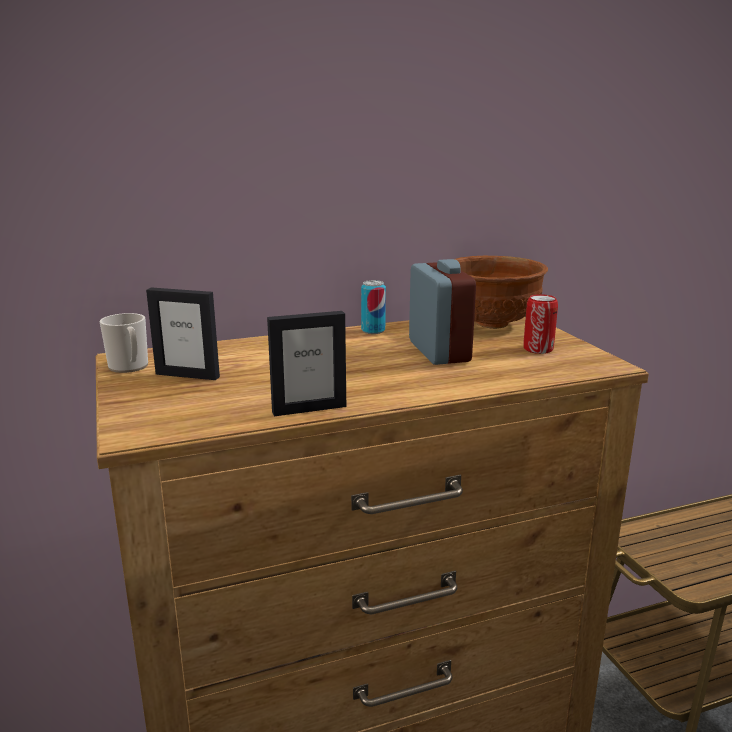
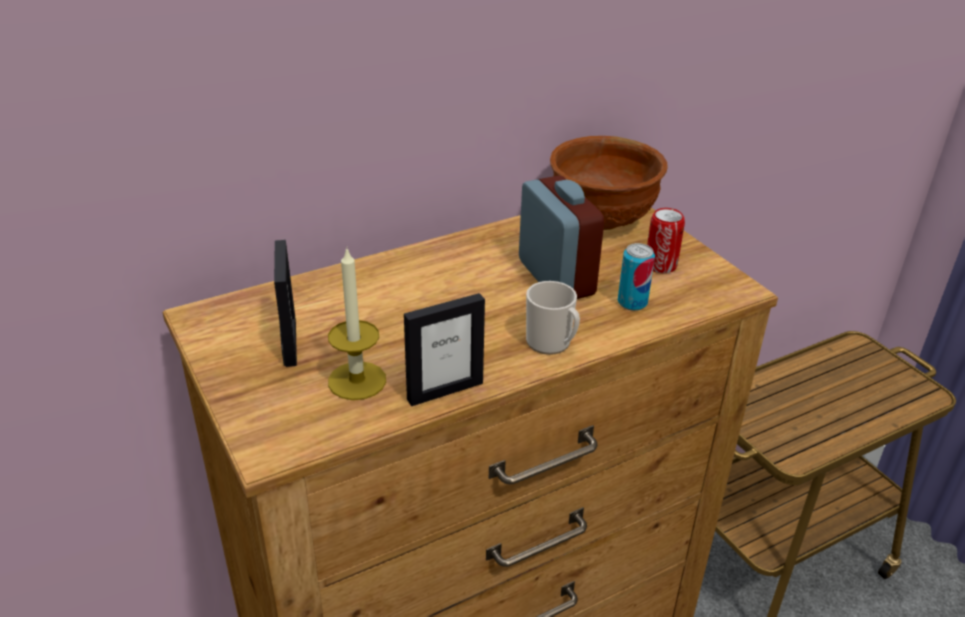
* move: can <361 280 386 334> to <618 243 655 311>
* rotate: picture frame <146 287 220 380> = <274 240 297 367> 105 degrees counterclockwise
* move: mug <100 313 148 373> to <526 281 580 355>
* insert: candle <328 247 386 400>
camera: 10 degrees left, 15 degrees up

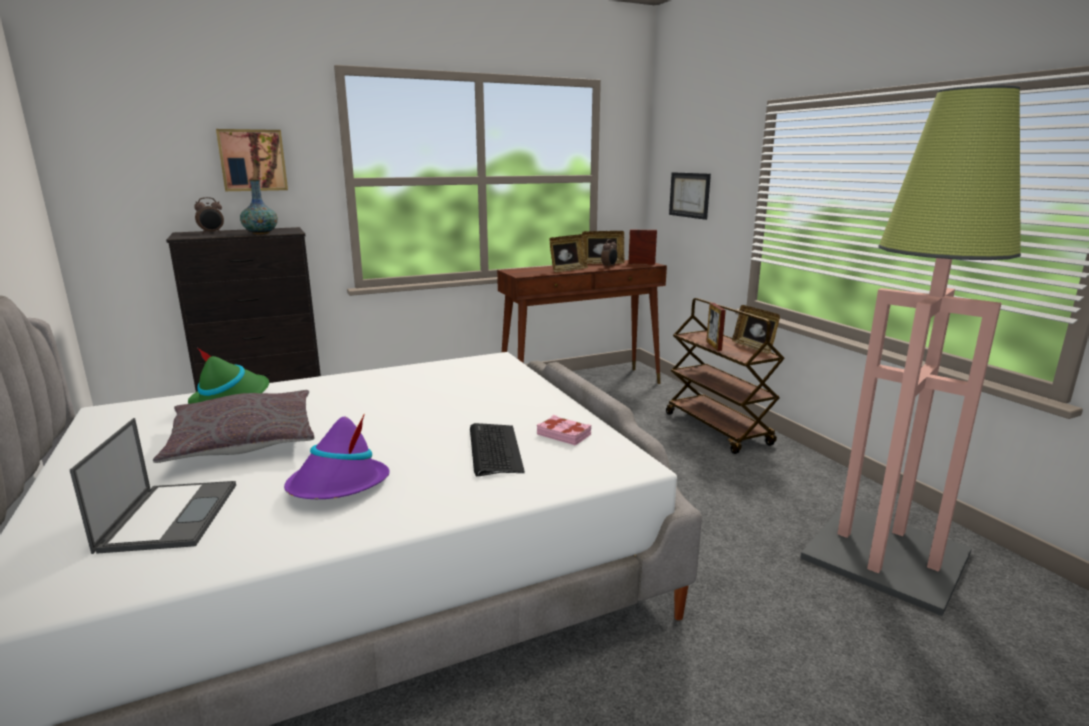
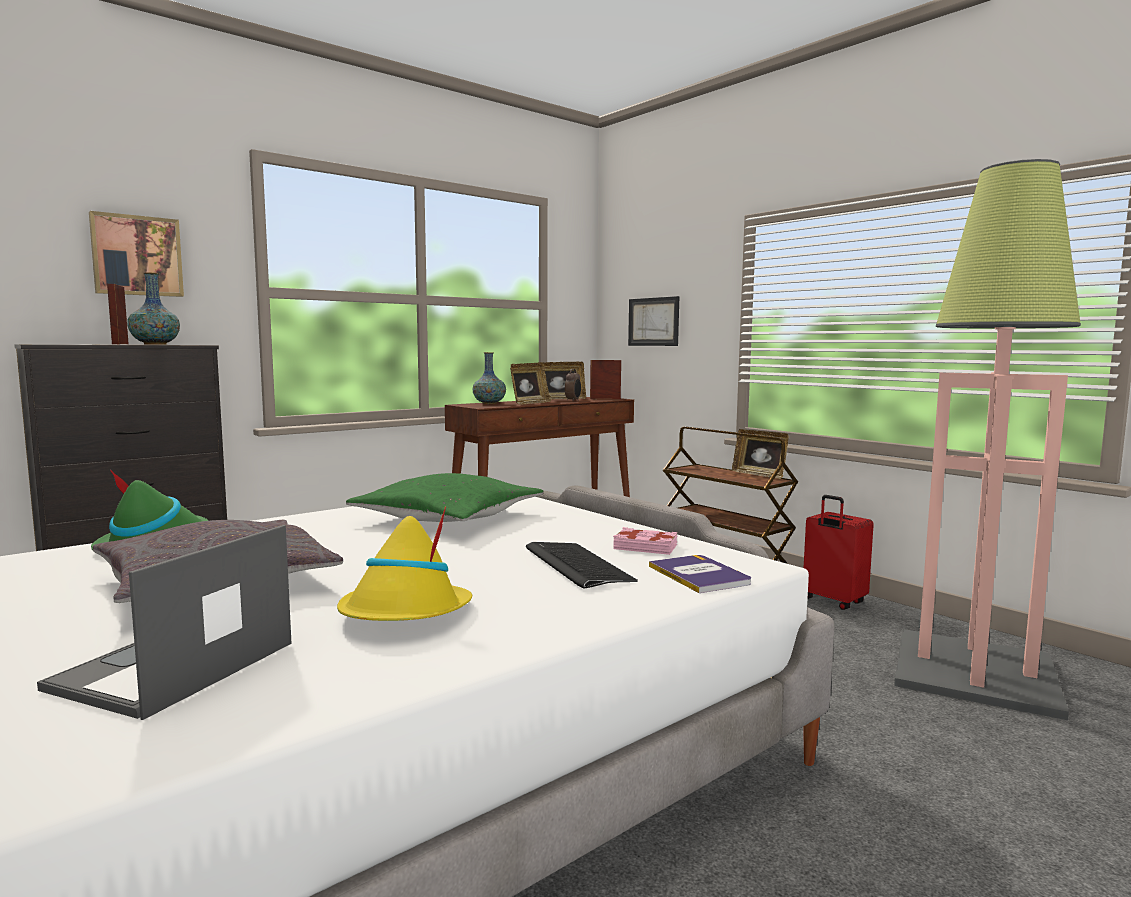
* delete: alarm clock <194 197 224 233>
* move: picture frame <706 303 726 351> to <107 284 129 344>
* recolor: hat in purple <284 414 390 499> to hat in yellow <337 507 472 621>
* rotate: laptop <70 418 236 554> = <37 525 292 720> 135 degrees counterclockwise
* insert: vase <472 352 506 404>
* insert: pillow in green <346 473 543 522>
* insert: suitcase in red <804 495 874 610>
* insert: book <649 555 751 593>
camera: 15 degrees left, 10 degrees down

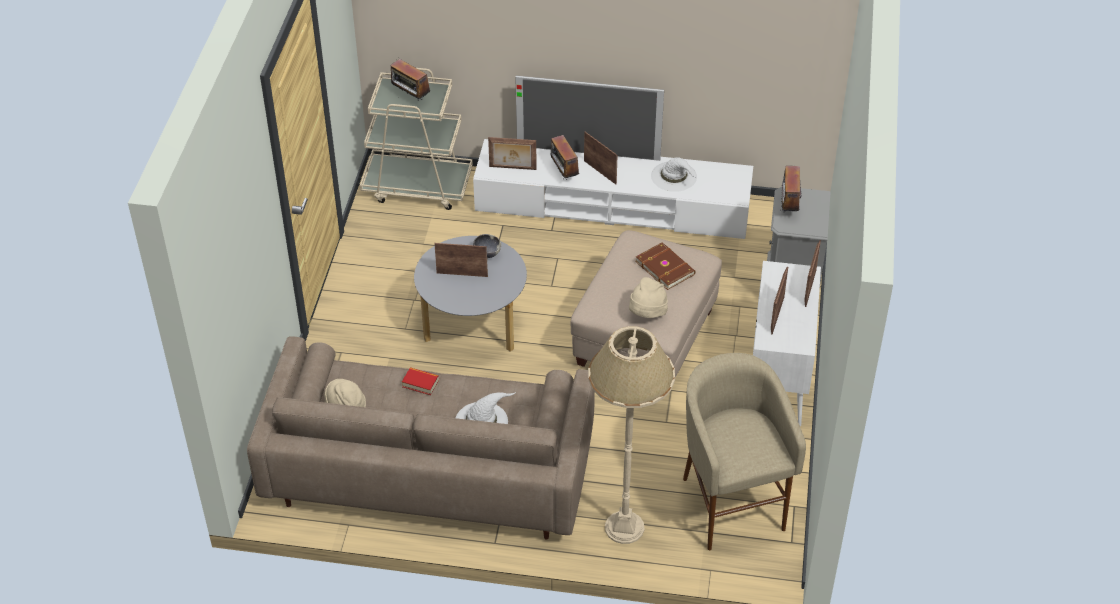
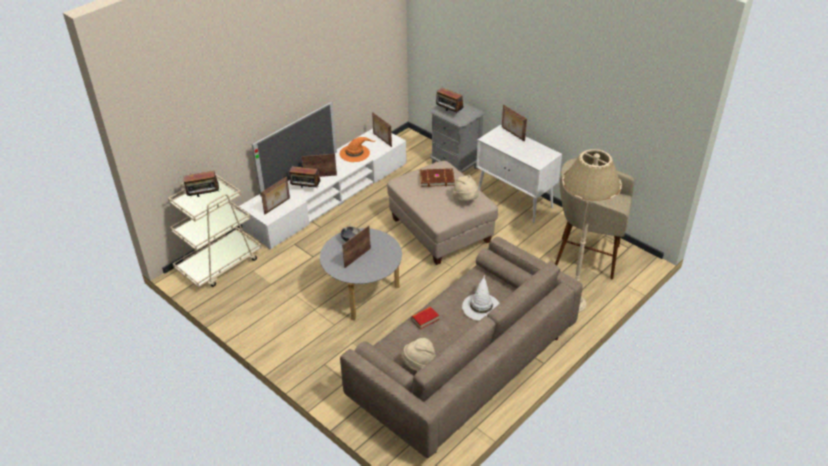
* recolor: hat in white <651 157 697 192> to hat in orange <340 137 375 162>
* move: picture frame <771 267 788 335> to <372 112 392 147>
camera: 55 degrees left, 5 degrees down

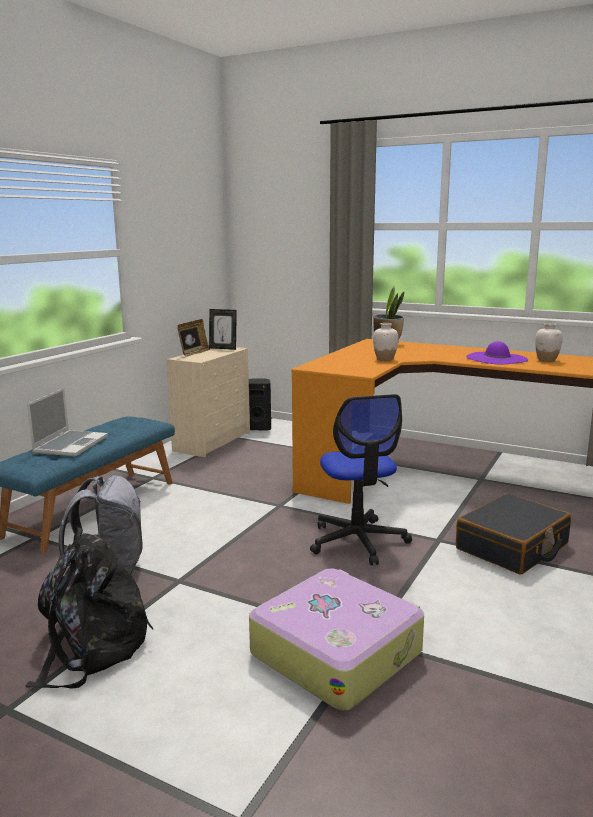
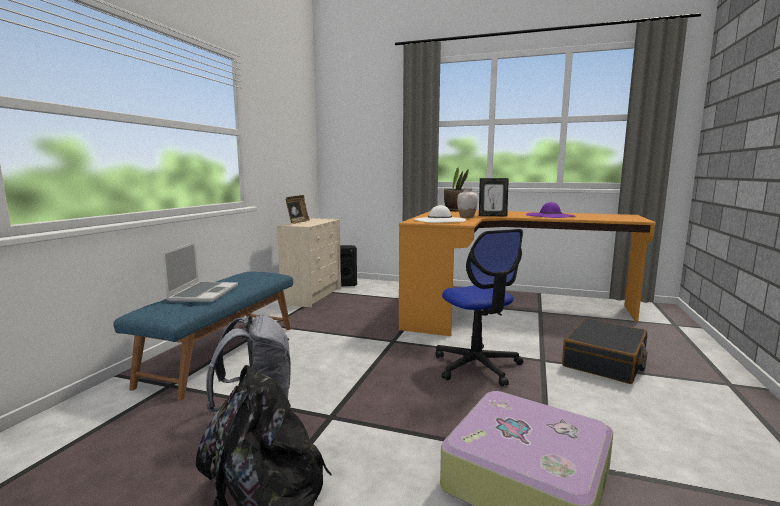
* move: picture frame <209 309 237 350> to <479 178 509 216>
* delete: vase in white <535 323 563 362>
* insert: hat in white <414 205 466 223>
camera: 10 degrees left, 5 degrees down

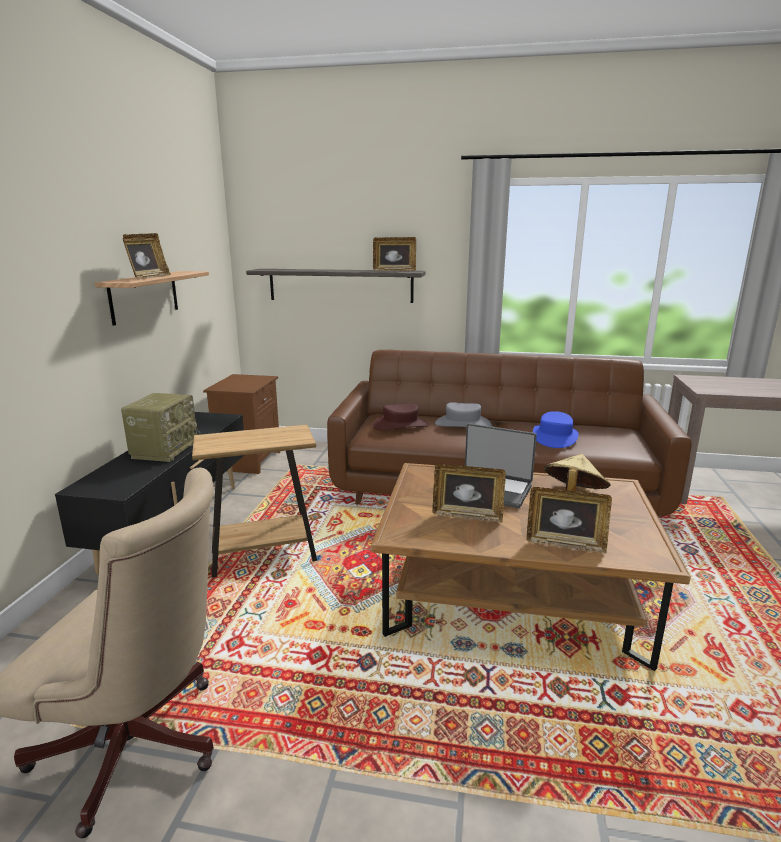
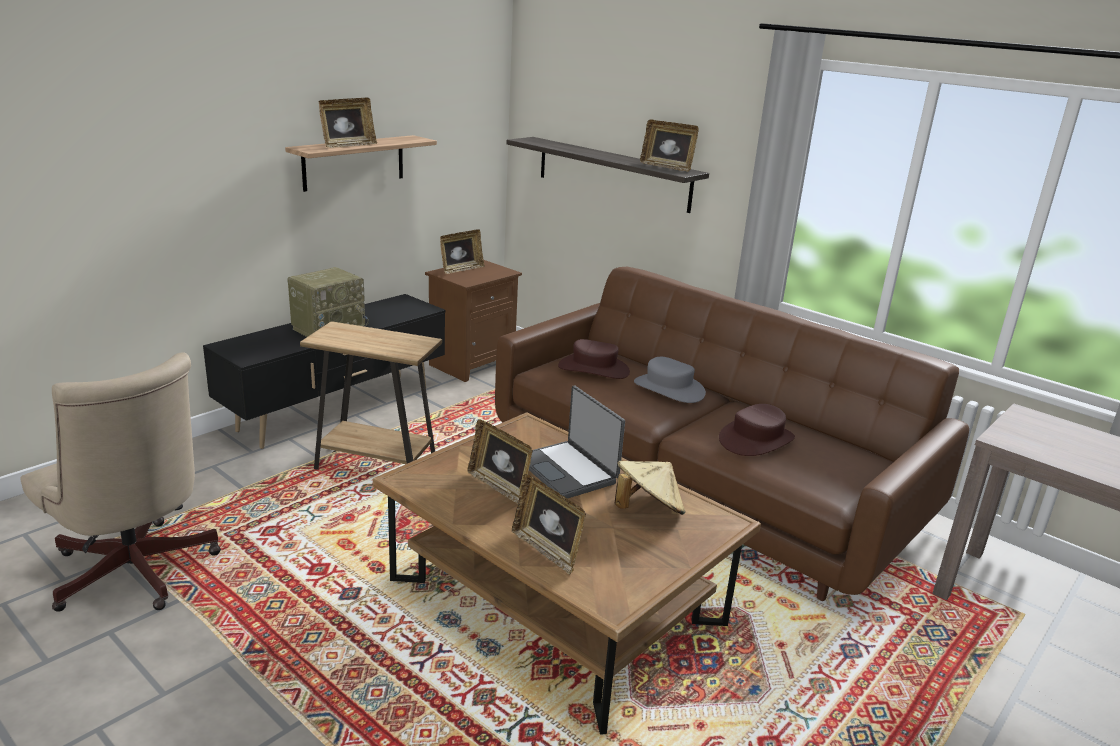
* recolor: hat in blue <533 411 579 448> to hat in brown <719 404 795 456>
* insert: picture frame <440 229 485 274>
camera: 30 degrees right, 5 degrees up

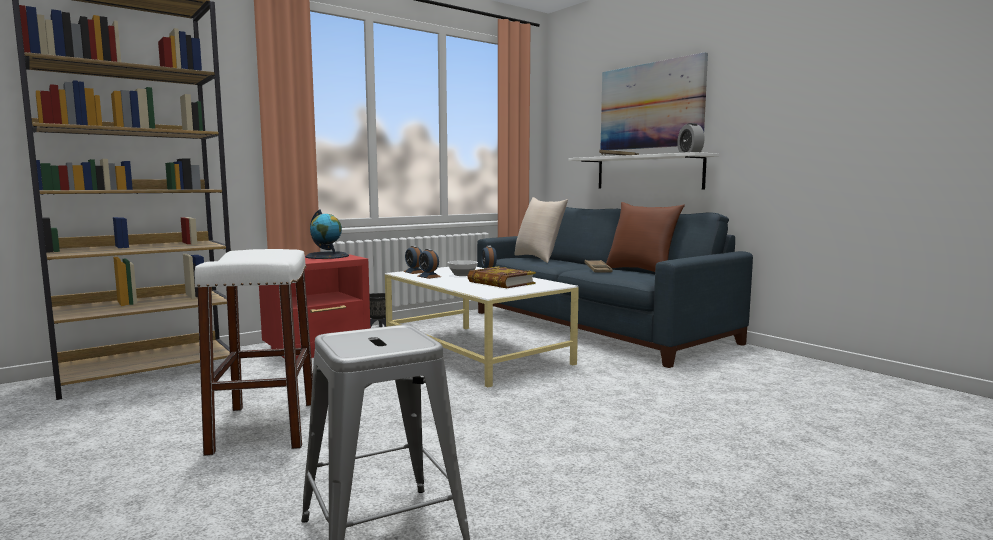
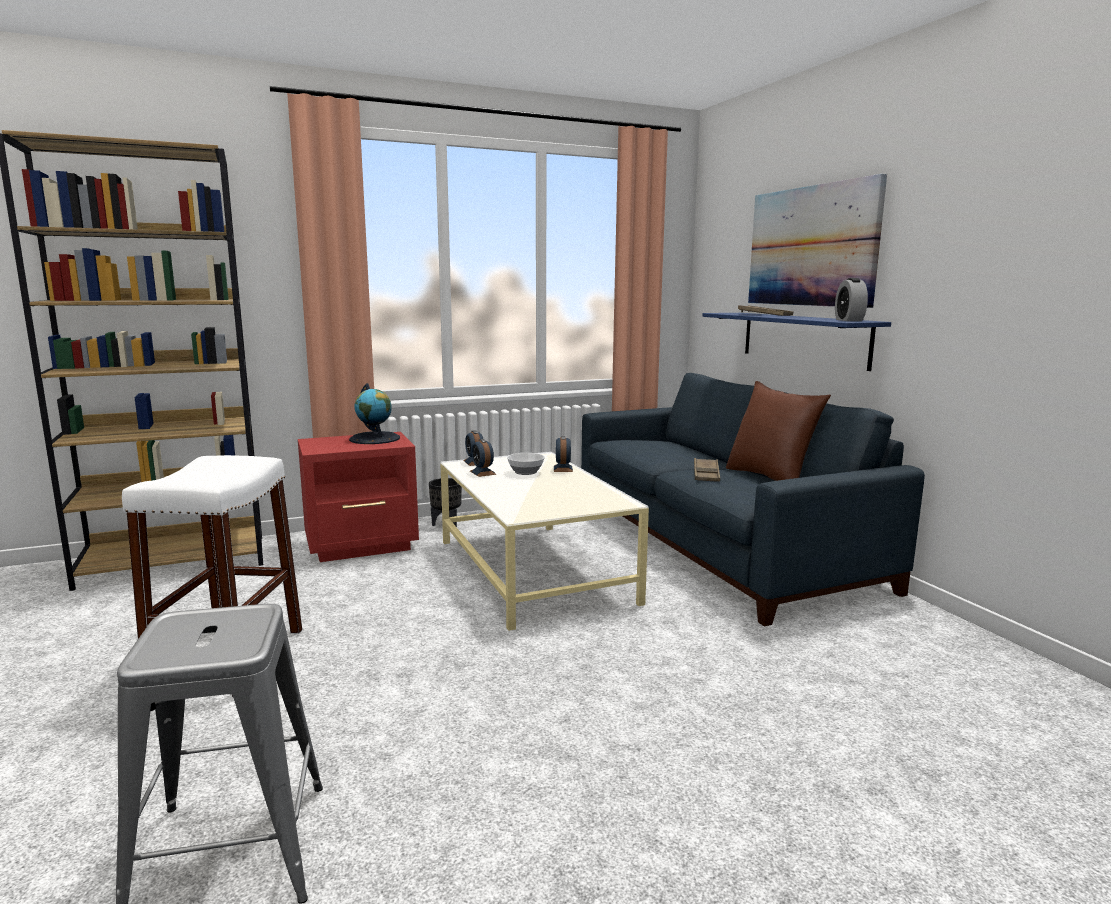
* recolor: shelf in white <568 152 718 189> to shelf in blue <702 313 891 371>
* delete: pillow in beige <514 197 568 263>
* delete: book <467 267 536 288>
camera: 15 degrees right, 5 degrees up

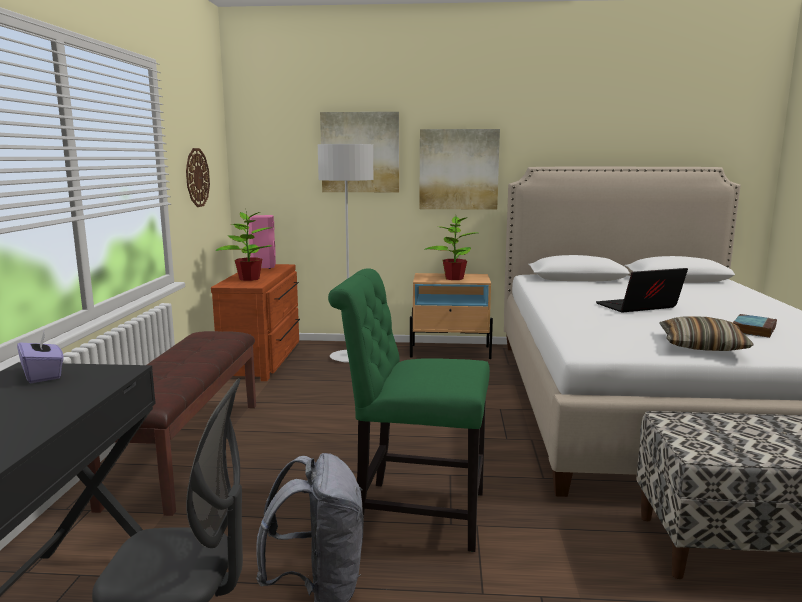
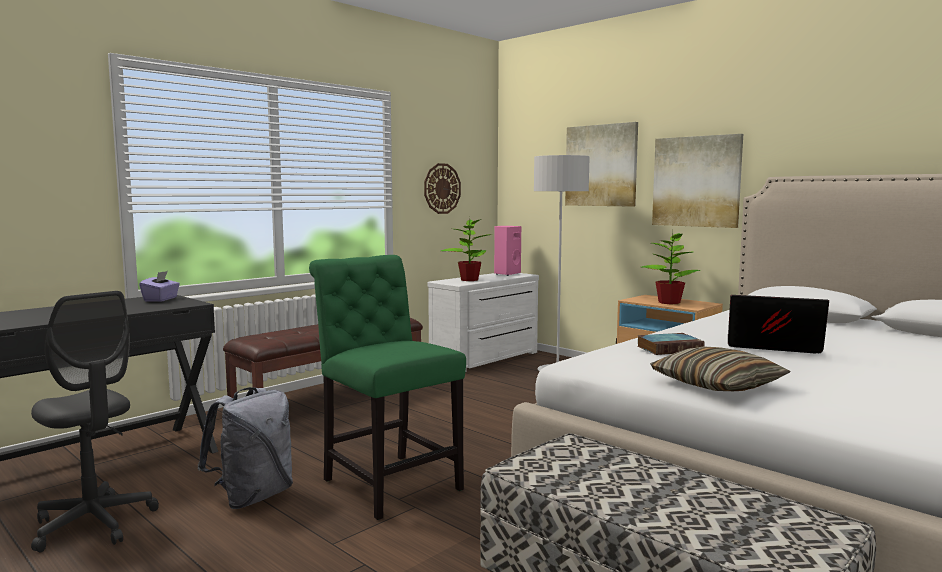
* recolor: dresser in brown <211 264 300 381> to dresser in white <428 273 539 372>
* move: book <733 314 777 338> to <637 333 705 355>
camera: 40 degrees right, 5 degrees down

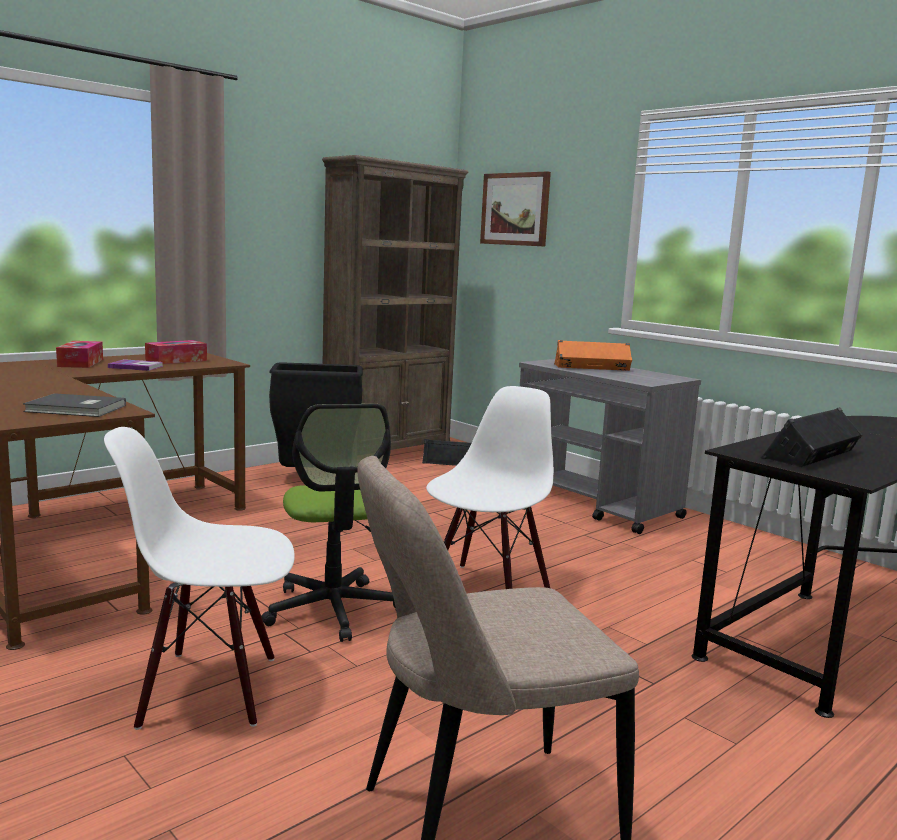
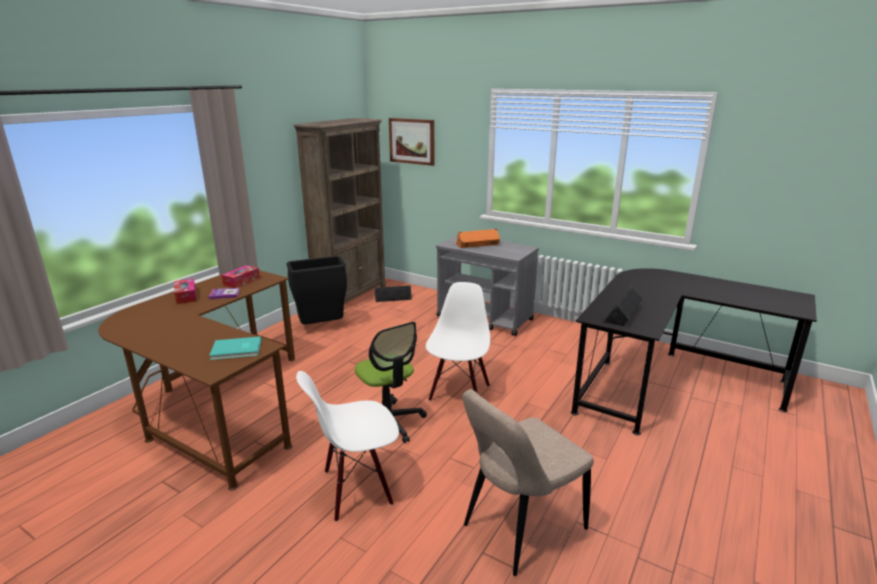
* recolor: book in grey <23 393 126 417> to book in turquoise <209 336 262 360>
camera: 15 degrees left, 10 degrees up

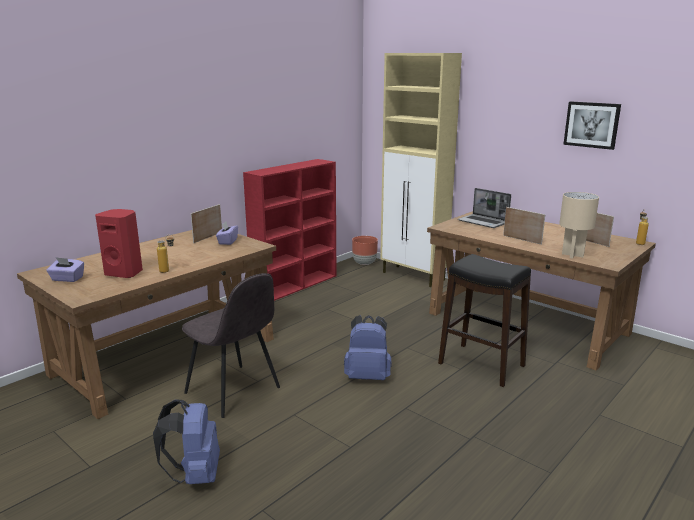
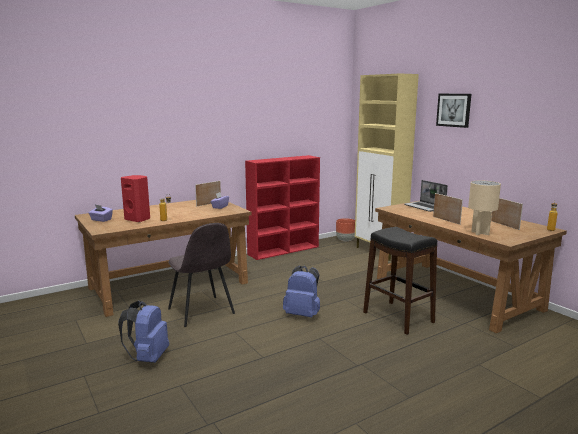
* move: picture <563 101 621 150> to <436 94 471 128>
camera: 15 degrees right, 5 degrees down

